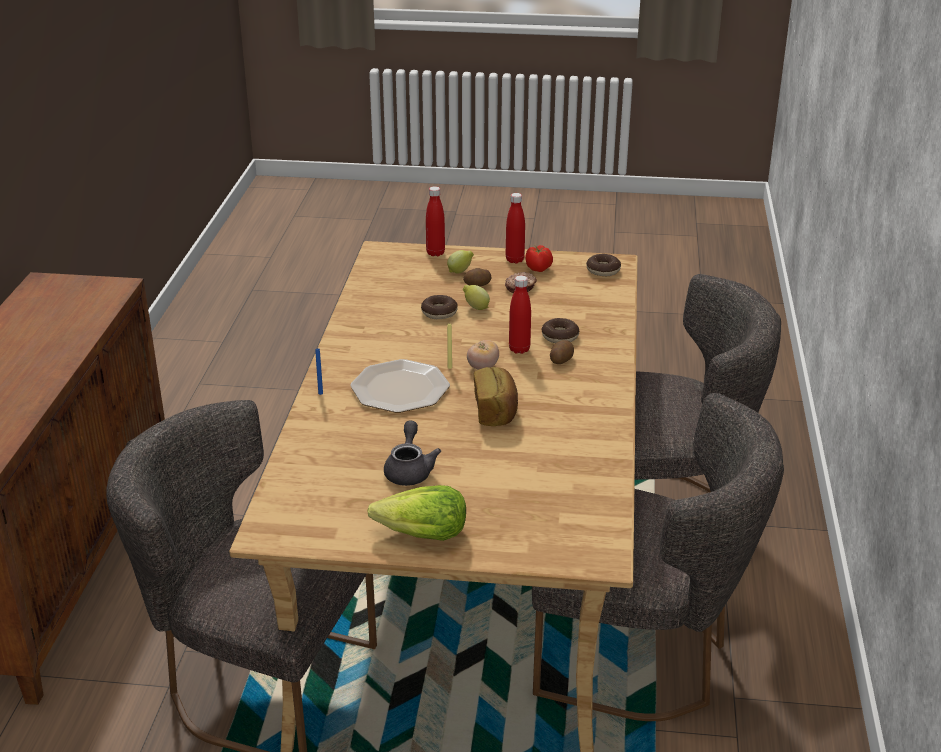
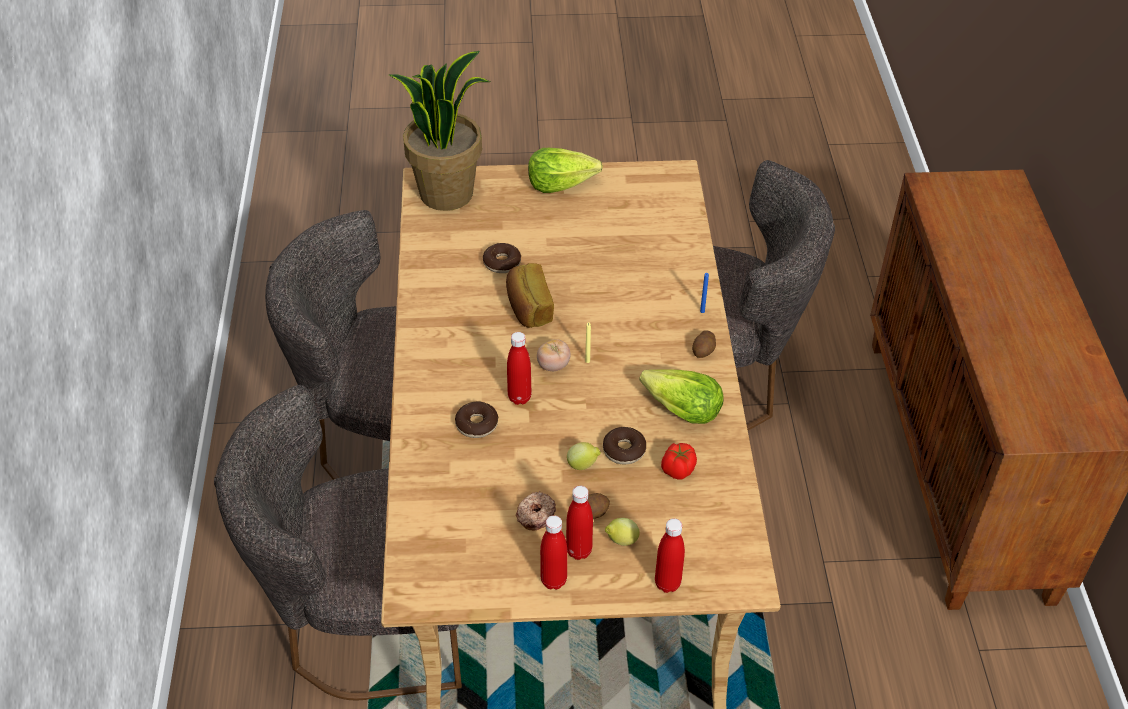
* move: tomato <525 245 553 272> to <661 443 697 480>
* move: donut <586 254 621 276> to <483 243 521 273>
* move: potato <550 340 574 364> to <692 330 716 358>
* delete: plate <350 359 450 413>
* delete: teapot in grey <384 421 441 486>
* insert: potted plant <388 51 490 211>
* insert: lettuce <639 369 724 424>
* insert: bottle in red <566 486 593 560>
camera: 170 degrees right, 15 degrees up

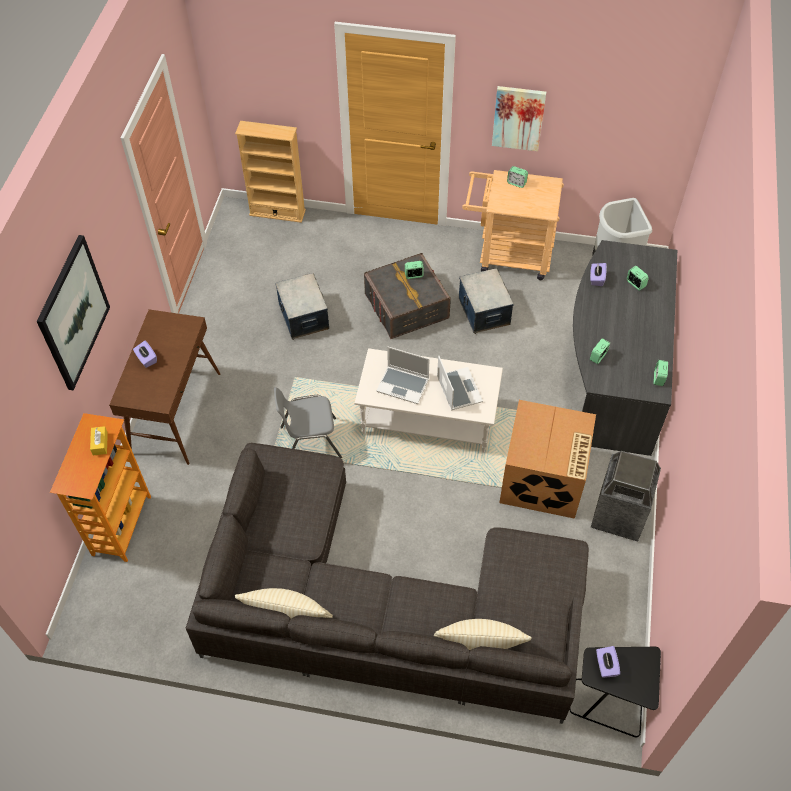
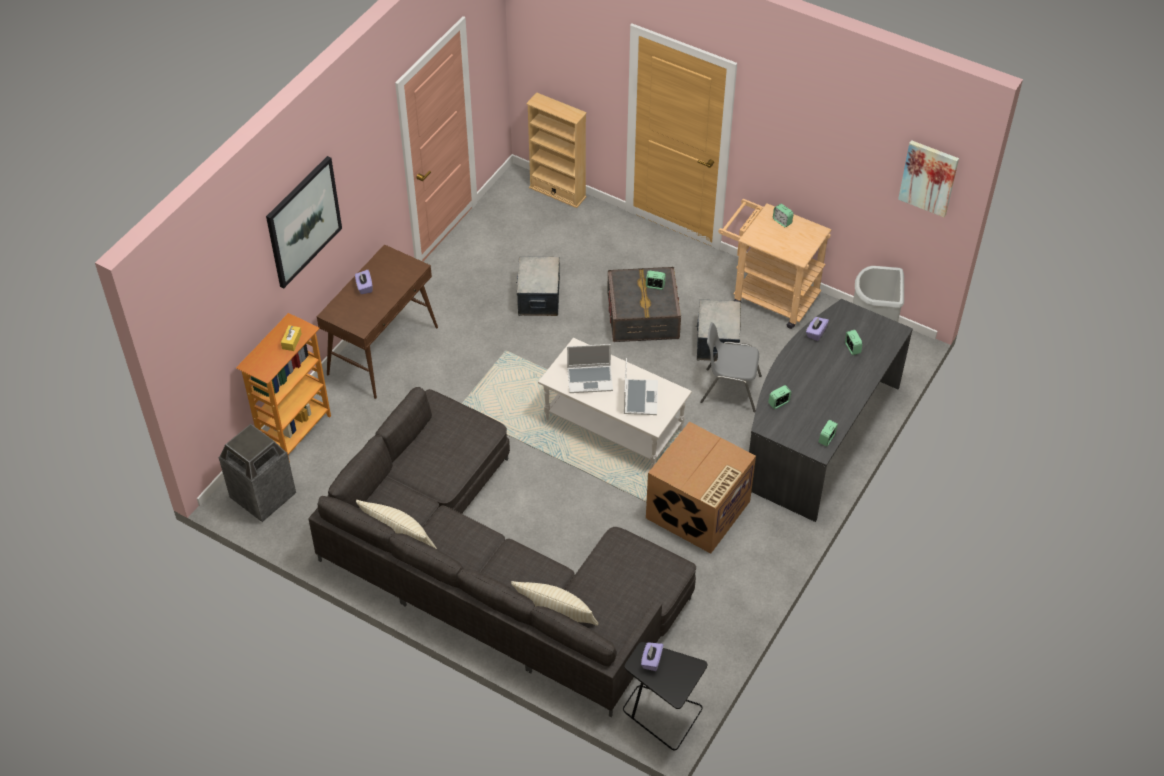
* move: picture <492 86 546 151> to <898 140 959 217>
* rotate: laptop <376 347 430 404> = <567 344 613 393> 45 degrees counterclockwise
* move: chair in grey <274 387 342 458> to <700 322 762 412>
* move: trash can <591 451 661 541> to <219 424 296 522>
camera: 20 degrees right, 5 degrees down

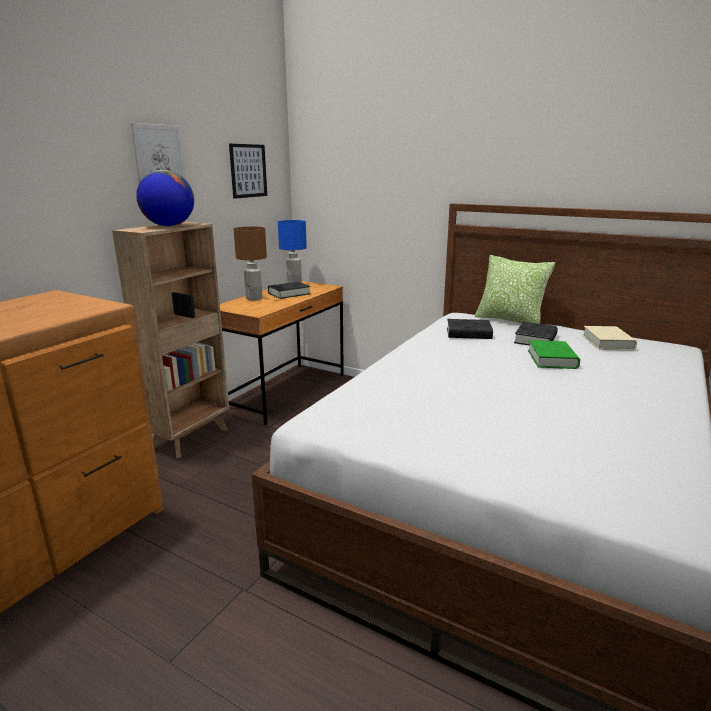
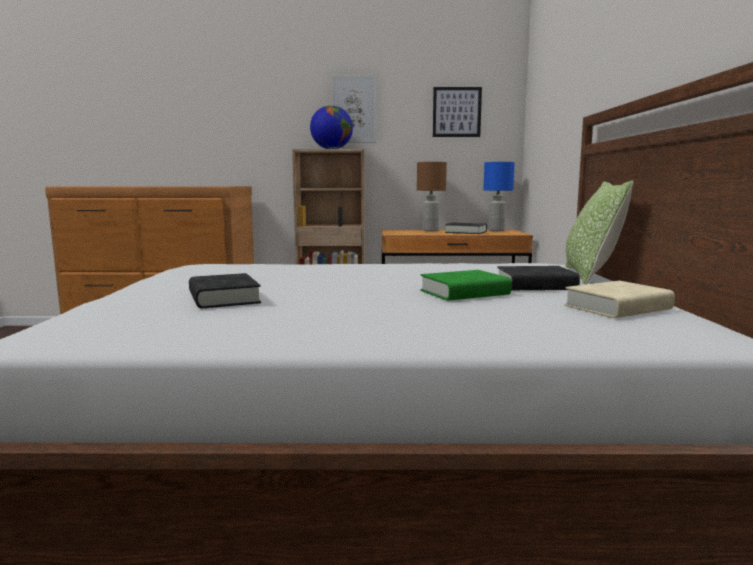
* move: book in black <447 319 493 339> to <189 273 261 308>
camera: 60 degrees right, 10 degrees down

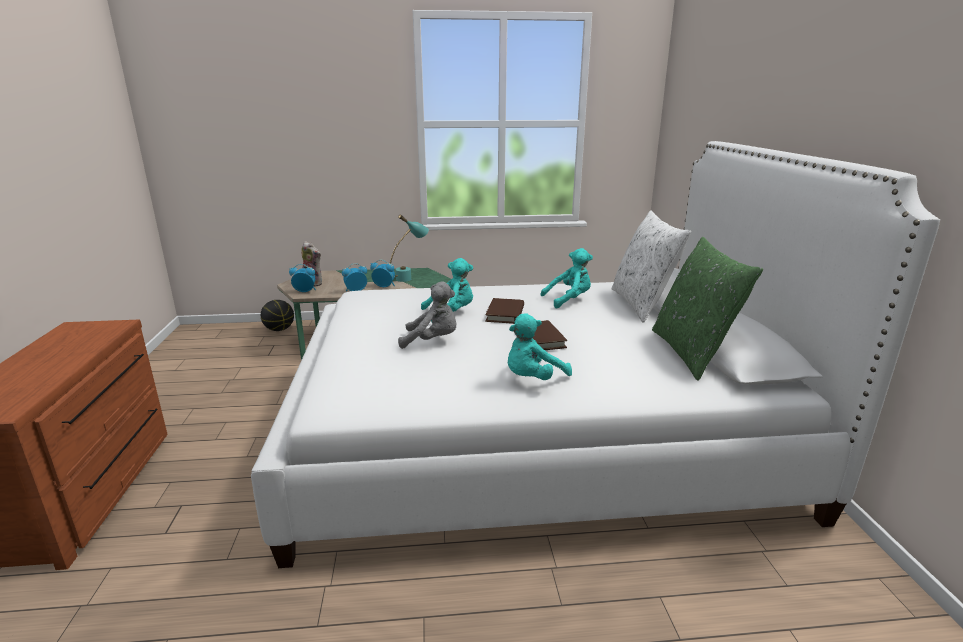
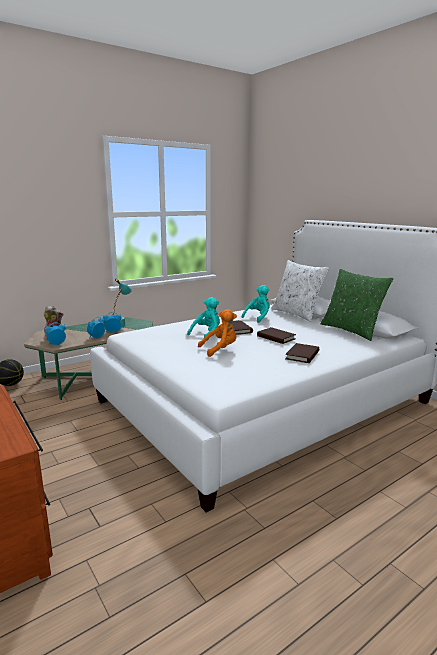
* recolor: plush toy in grey <398 282 457 349> to plush toy in orange <198 309 237 357>
* replace: plush toy in turquoise <508 314 572 380> to book in brown <286 343 319 363>
camera: 30 degrees left, 5 degrees down

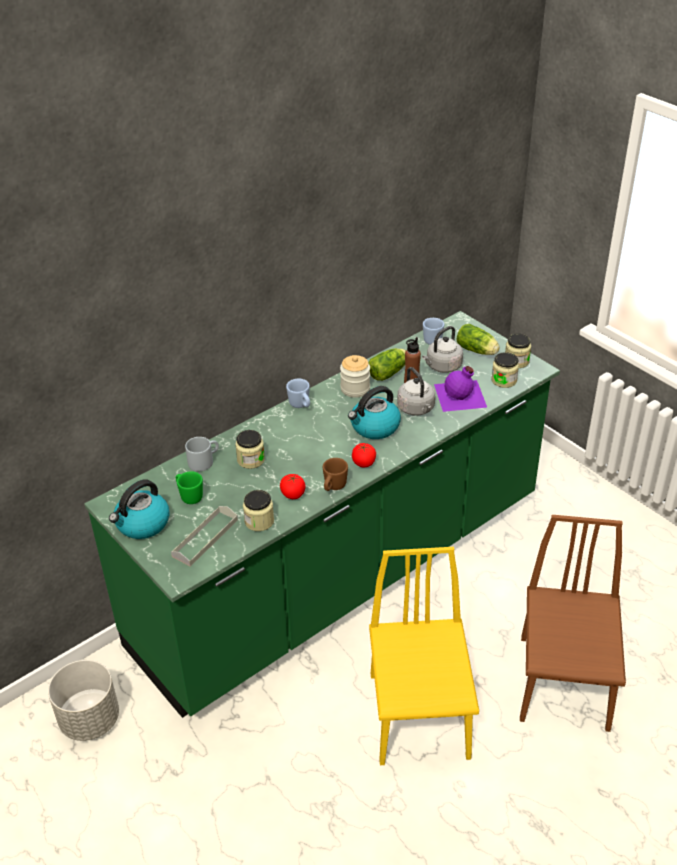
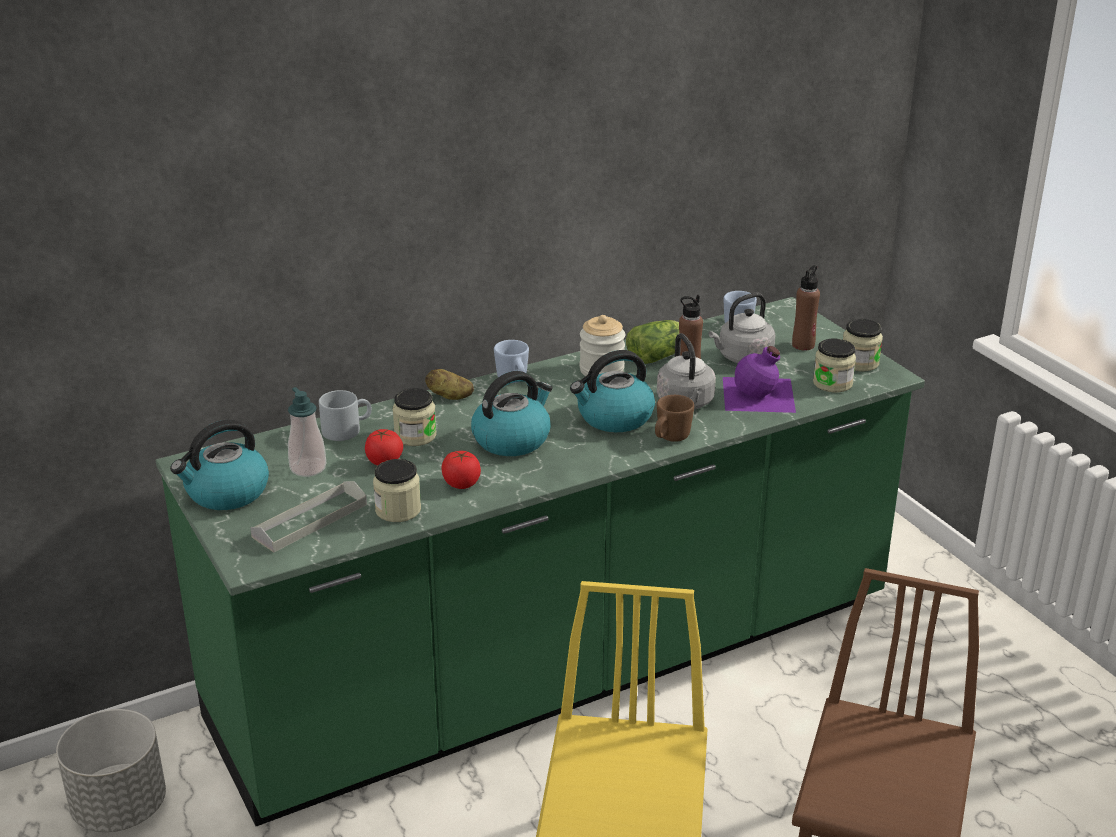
* replace: lettuce <457 324 500 355> to bottle in brown <792 265 820 350>
* move: tomato <352 443 376 467> to <365 429 403 466>
* move: mug in brown <323 458 348 491> to <655 395 694 442>
* replace: mug in green <176 471 203 504> to soap dispenser <288 387 326 477>
* insert: potato <425 369 474 400>
* insert: kettle <471 371 553 456>
camera: 10 degrees right, 10 degrees down

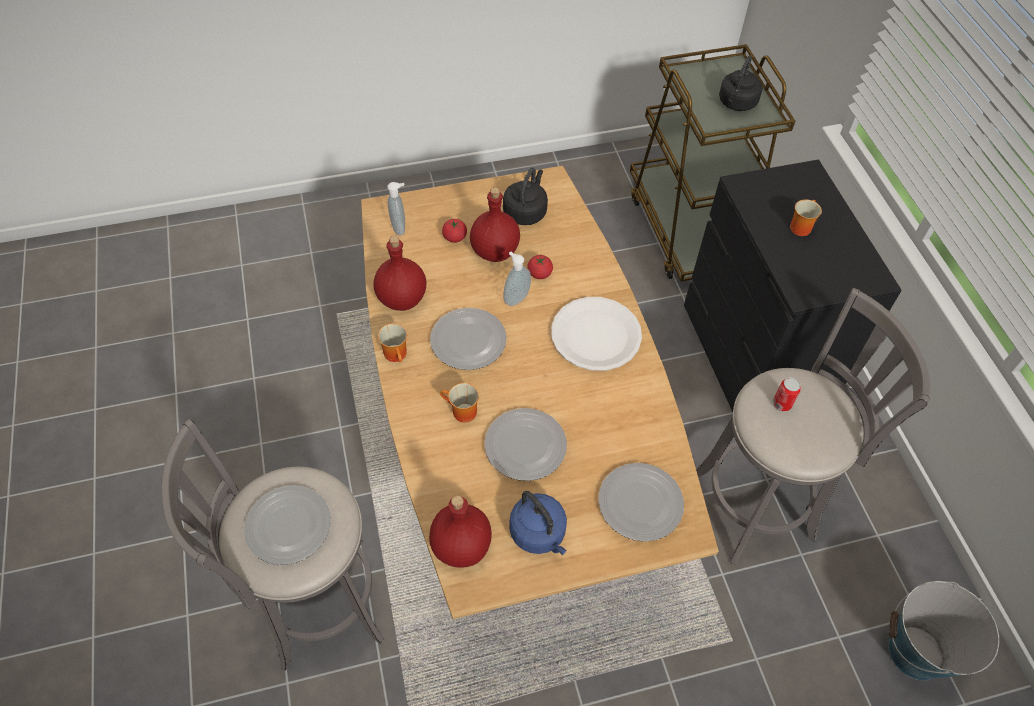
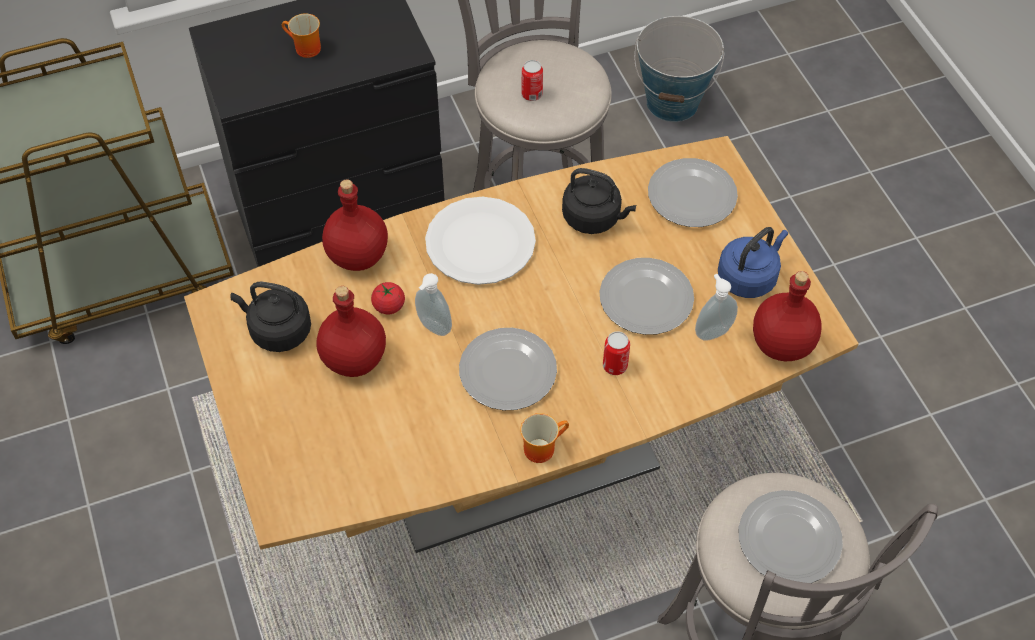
* move: kettle in black <719 55 762 111> to <562 168 636 234>
* move: soap dispenser <387 182 405 236> to <695 274 738 341>
* delete: tomato <442 219 467 243>
* move: bottle in red <373 236 427 311> to <322 179 388 271>
* replace: mug <440 383 479 423> to can <603 331 630 375>
camera: 95 degrees left, 0 degrees up

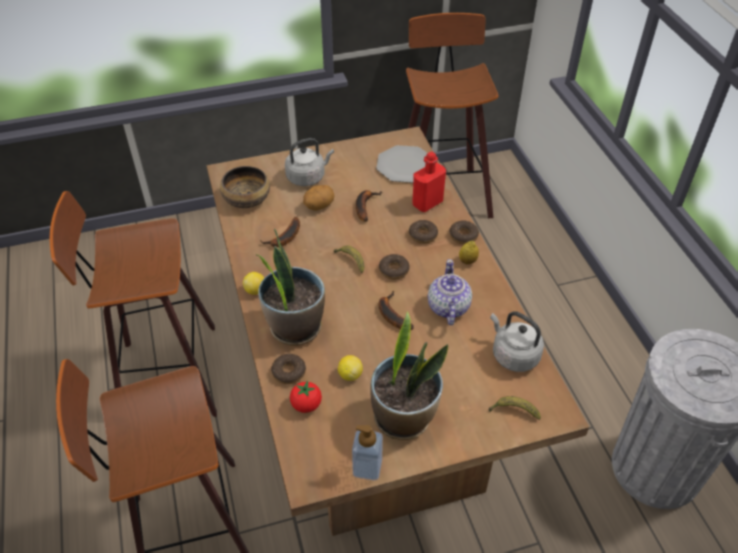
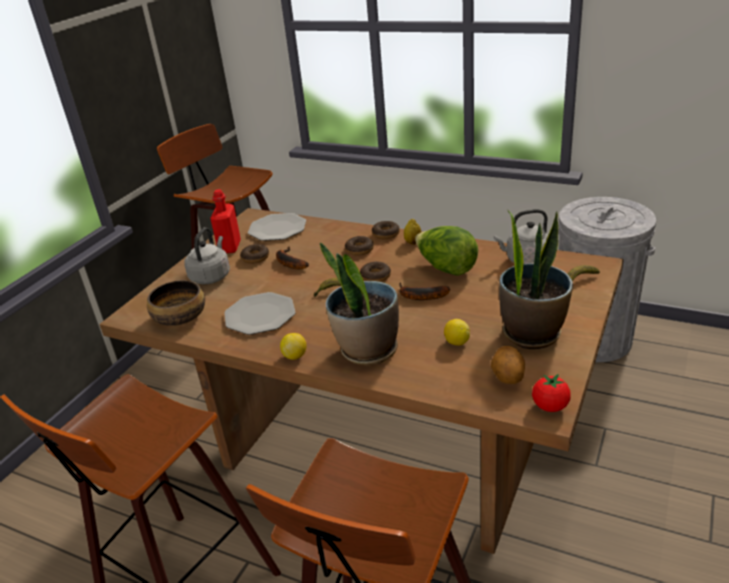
* move: bottle in red <412 152 446 212> to <210 189 241 253>
* move: potato <303 185 335 211> to <491 346 525 384>
* replace: banana <260 217 300 247> to plate <224 292 296 335>
* replace: teapot <428 259 472 325> to lettuce <415 226 478 276>
* move: donut <271 354 306 384> to <240 244 269 264>
* move: tomato <290 380 322 413> to <532 374 571 412>
* delete: soap dispenser <352 425 383 480>
camera: 45 degrees left, 15 degrees down

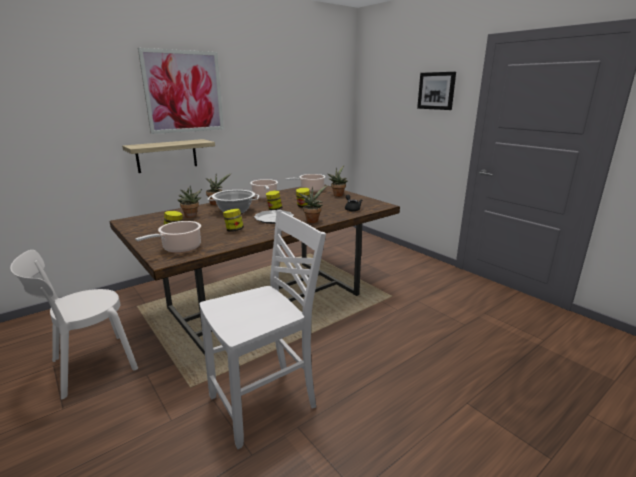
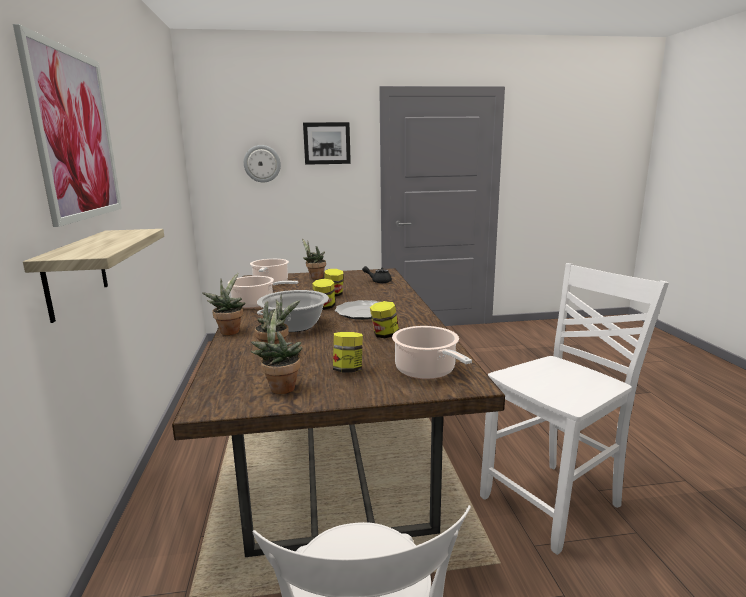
* move: potted plant <299 185 328 223> to <250 309 302 394>
* rotate: chair in white <199 210 326 449> = <480 263 669 555> 60 degrees clockwise
* insert: wall clock <244 145 281 183>
camera: 60 degrees left, 5 degrees down

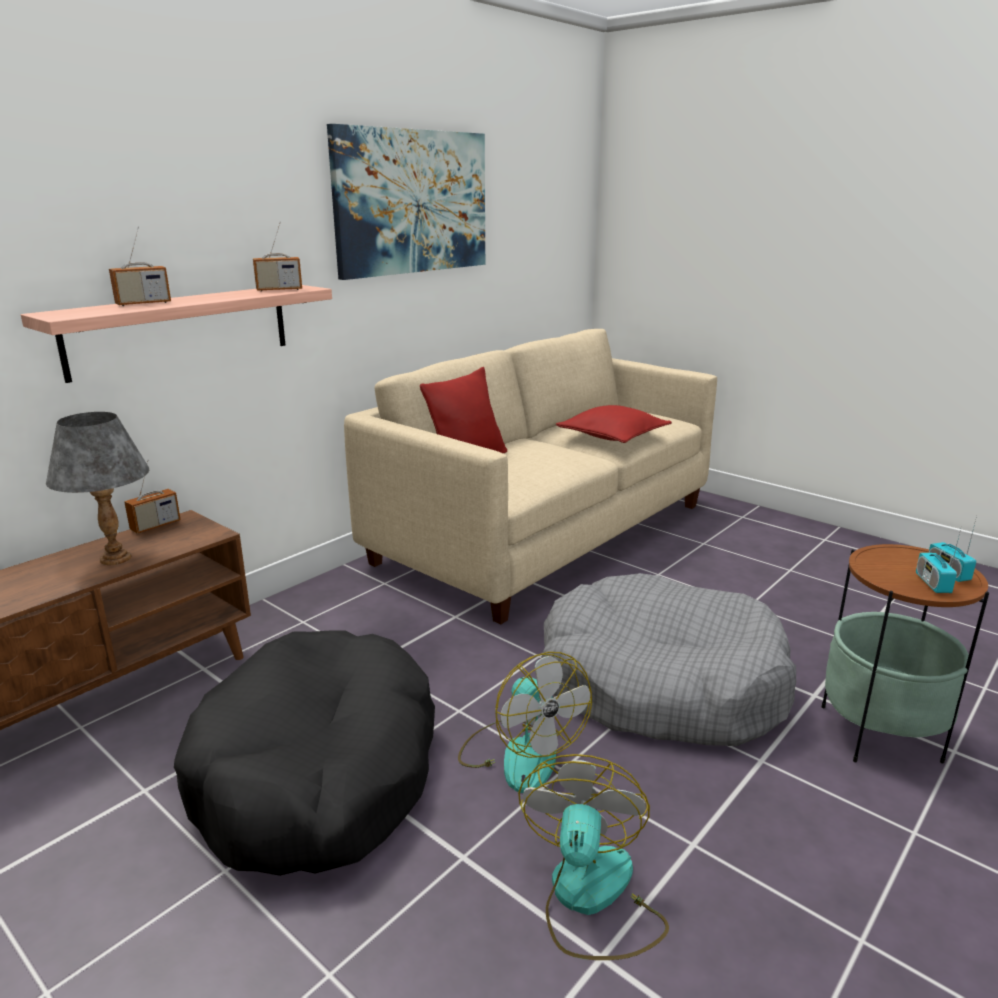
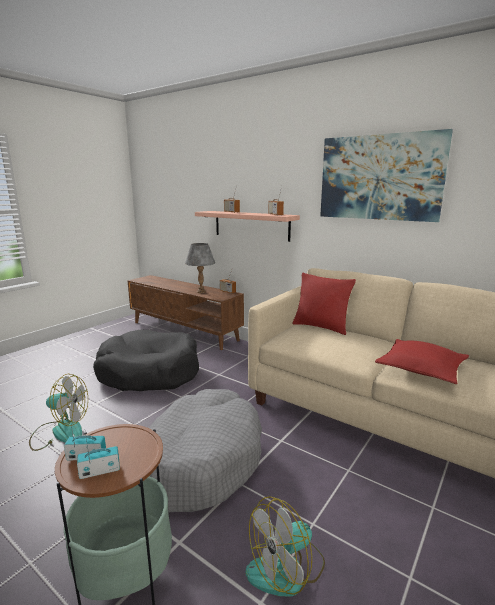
* move: fan <458 652 592 793> to <246 496 325 597>
camera: 85 degrees right, 5 degrees down

